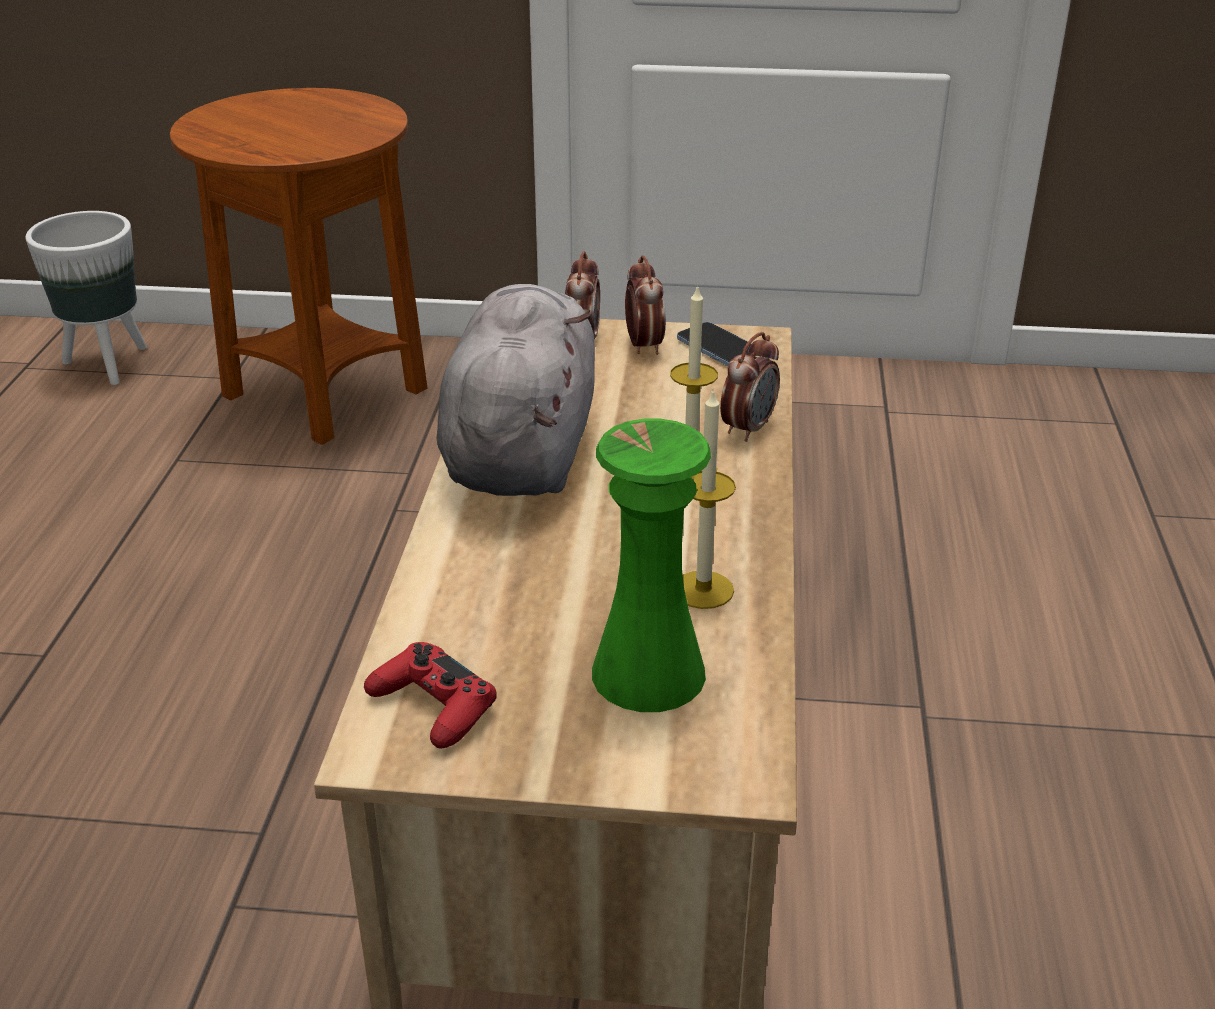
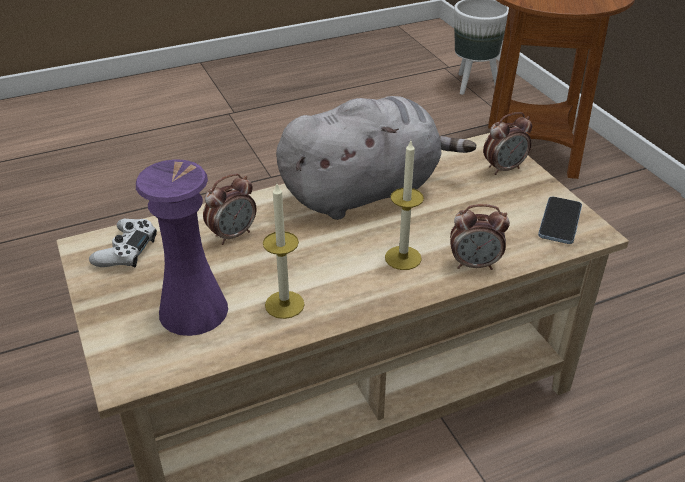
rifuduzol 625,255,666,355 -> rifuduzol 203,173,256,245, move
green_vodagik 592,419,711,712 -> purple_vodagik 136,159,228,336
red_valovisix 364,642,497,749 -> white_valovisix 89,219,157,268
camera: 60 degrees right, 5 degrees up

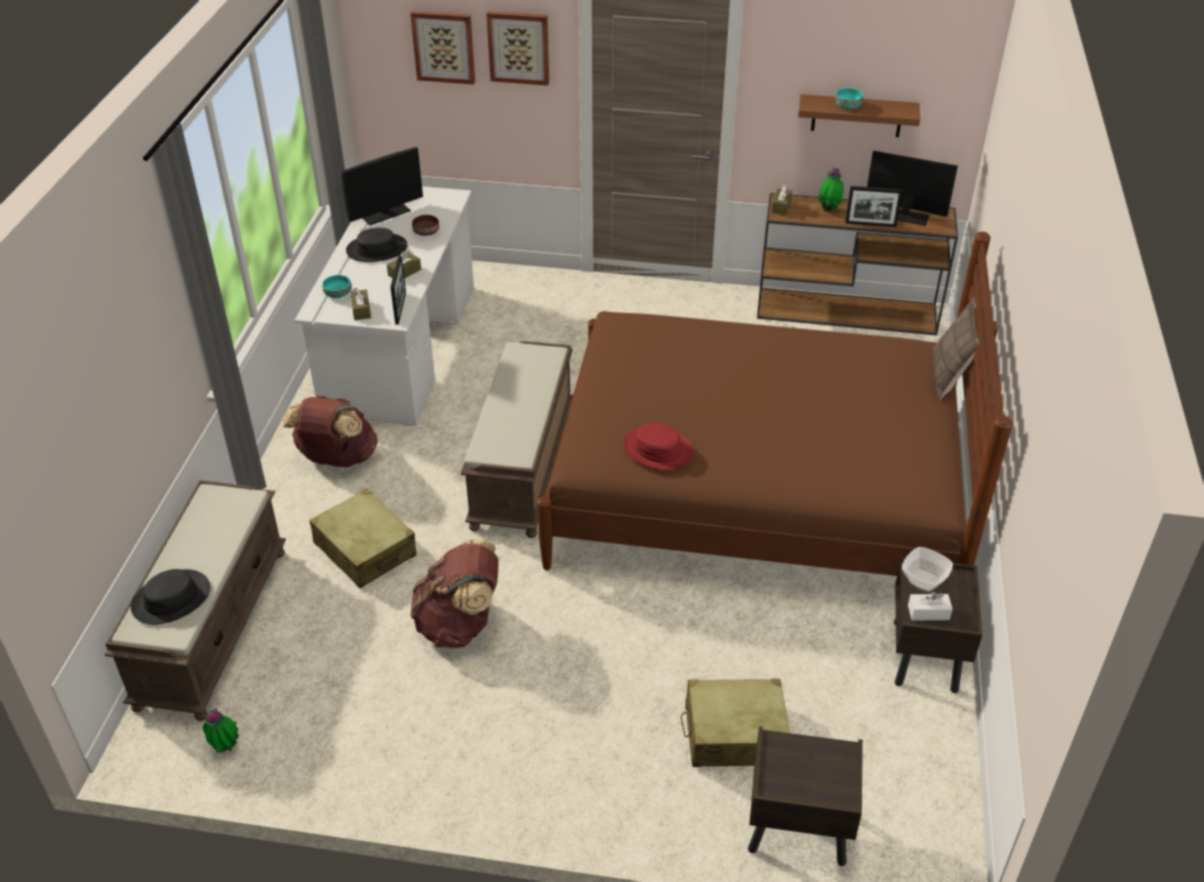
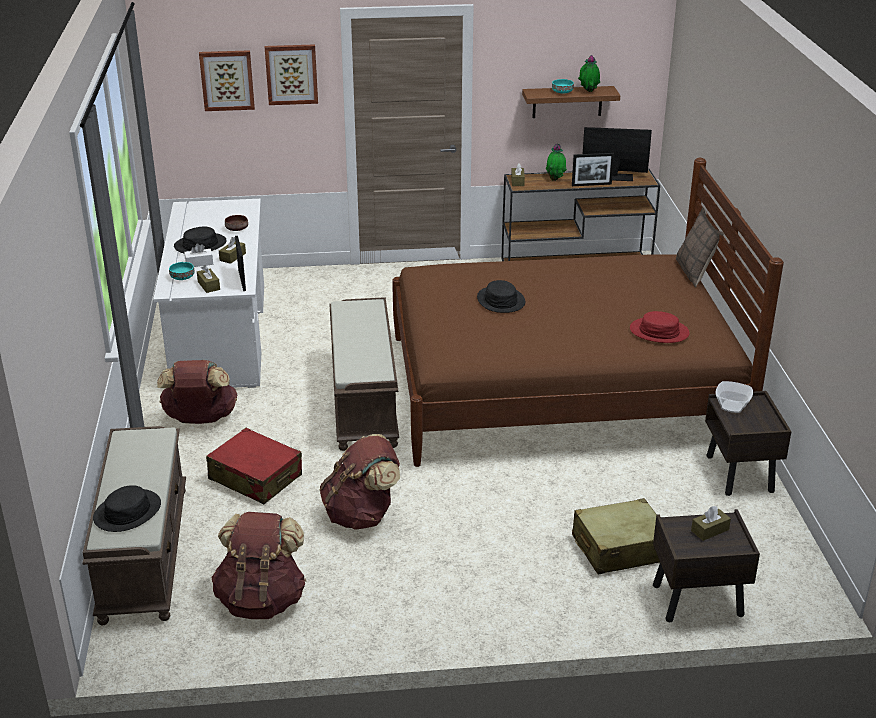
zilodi 342,147,423,225 -> none
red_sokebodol 623,423,694,470 -> red_sokebodol 630,311,690,343, move
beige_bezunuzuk 309,489,416,588 -> red_bezunuzuk 206,428,302,504
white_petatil 908,592,953,621 -> white_petatil 184,243,213,267, move
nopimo 203,708,239,753 -> nopimo 578,55,600,92, move
none -> black_sokebodol 477,280,525,313
none -> brown_petatil 691,506,731,541
none -> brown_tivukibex 212,512,306,619
camera: 15 degrees left, 10 degrees down

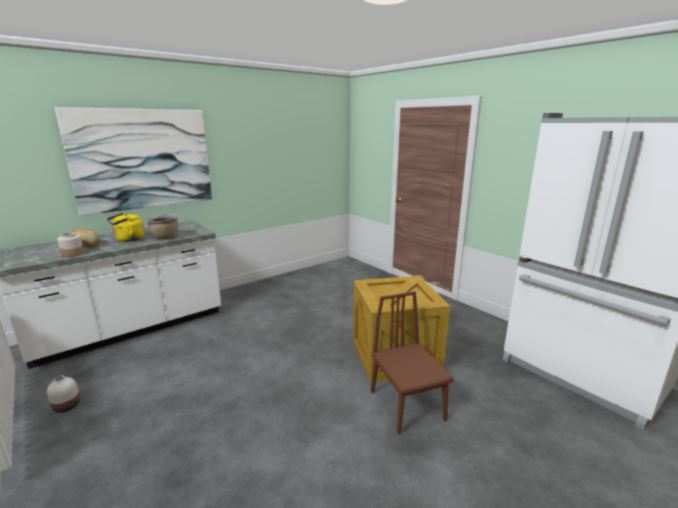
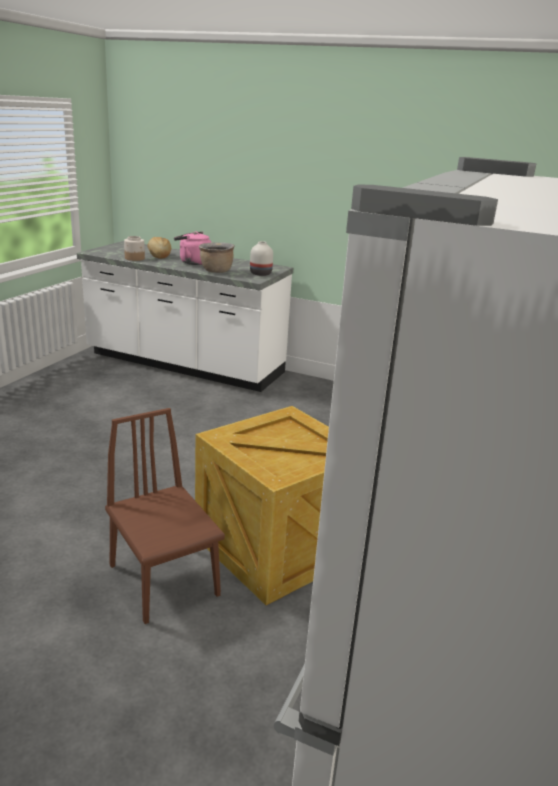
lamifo 55,107,212,216 -> none
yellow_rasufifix 107,213,145,242 -> pink_rasufifix 174,232,211,265
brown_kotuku 371,291,454,435 -> brown_kotuku 105,408,225,624, 75 degrees counterclockwise
white_vodagik 47,376,80,413 -> white_vodagik 250,241,273,276, move
camera: 60 degrees right, 5 degrees up

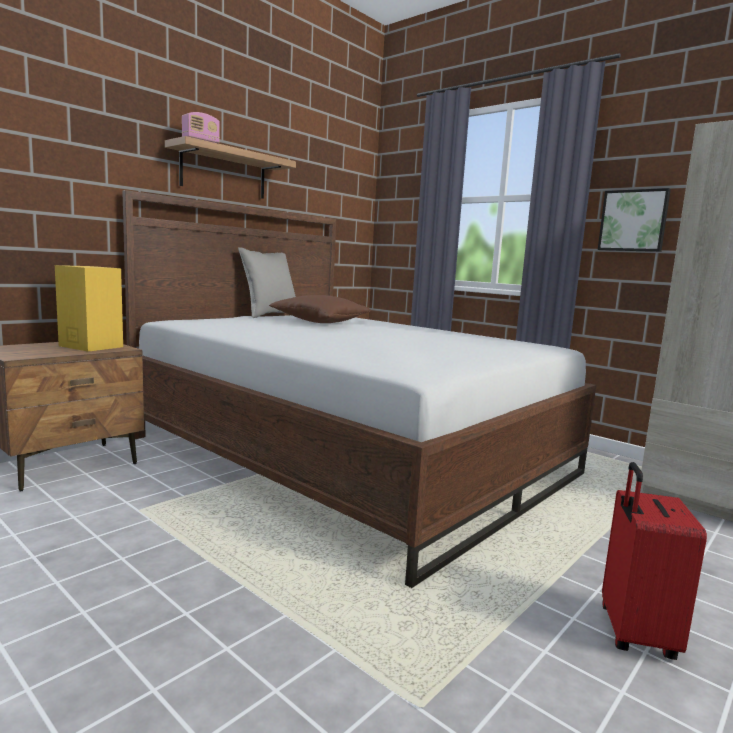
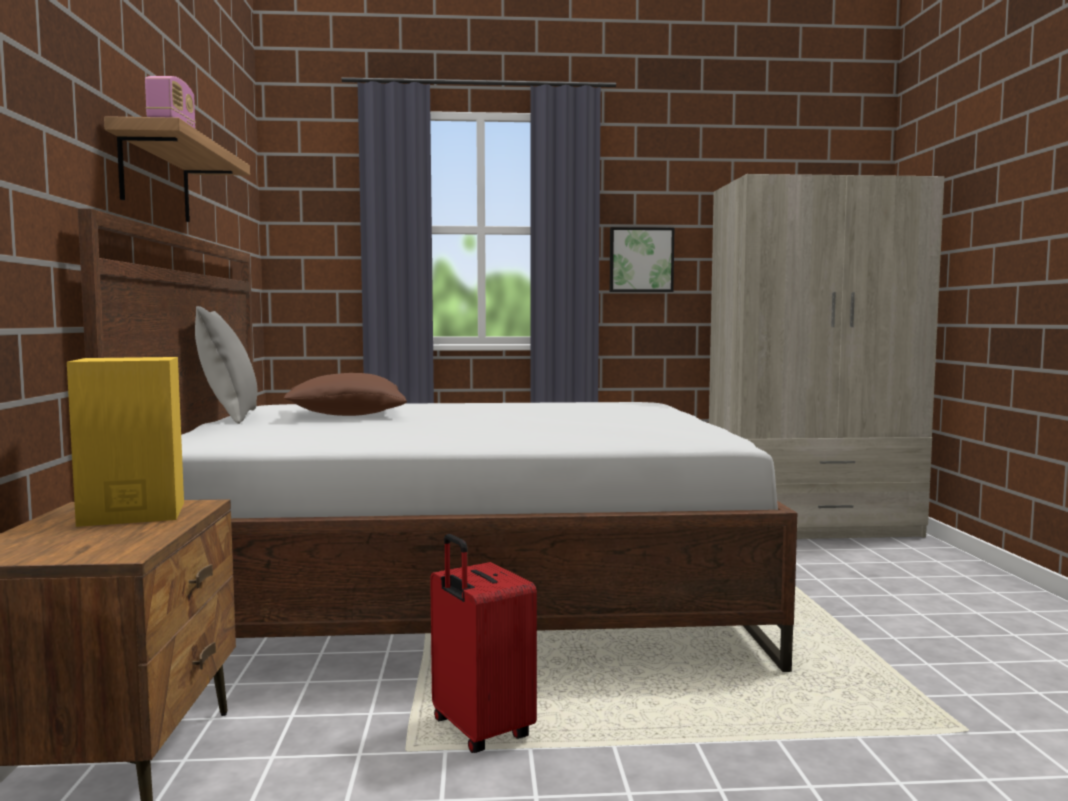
red_bezunuzuk 602,462,707,660 -> red_bezunuzuk 430,534,537,753, move
camera: 45 degrees left, 5 degrees down

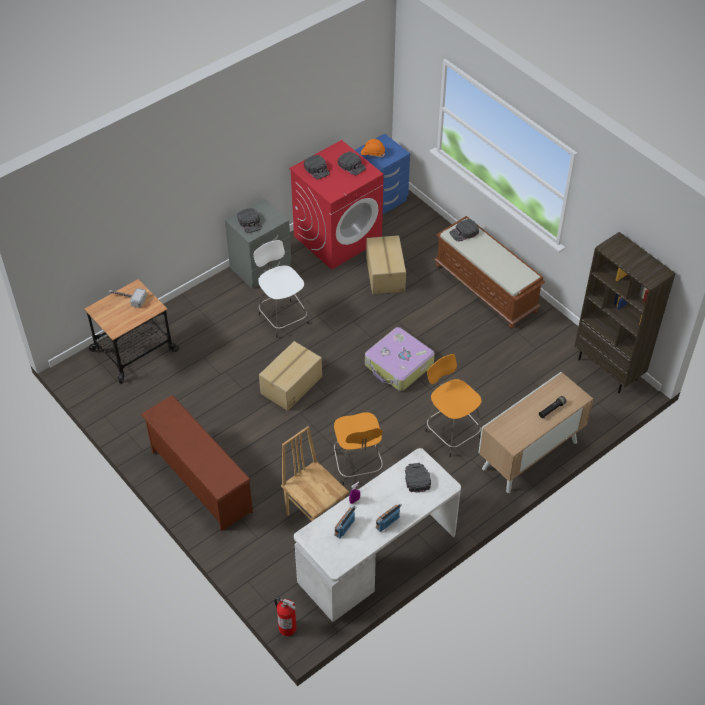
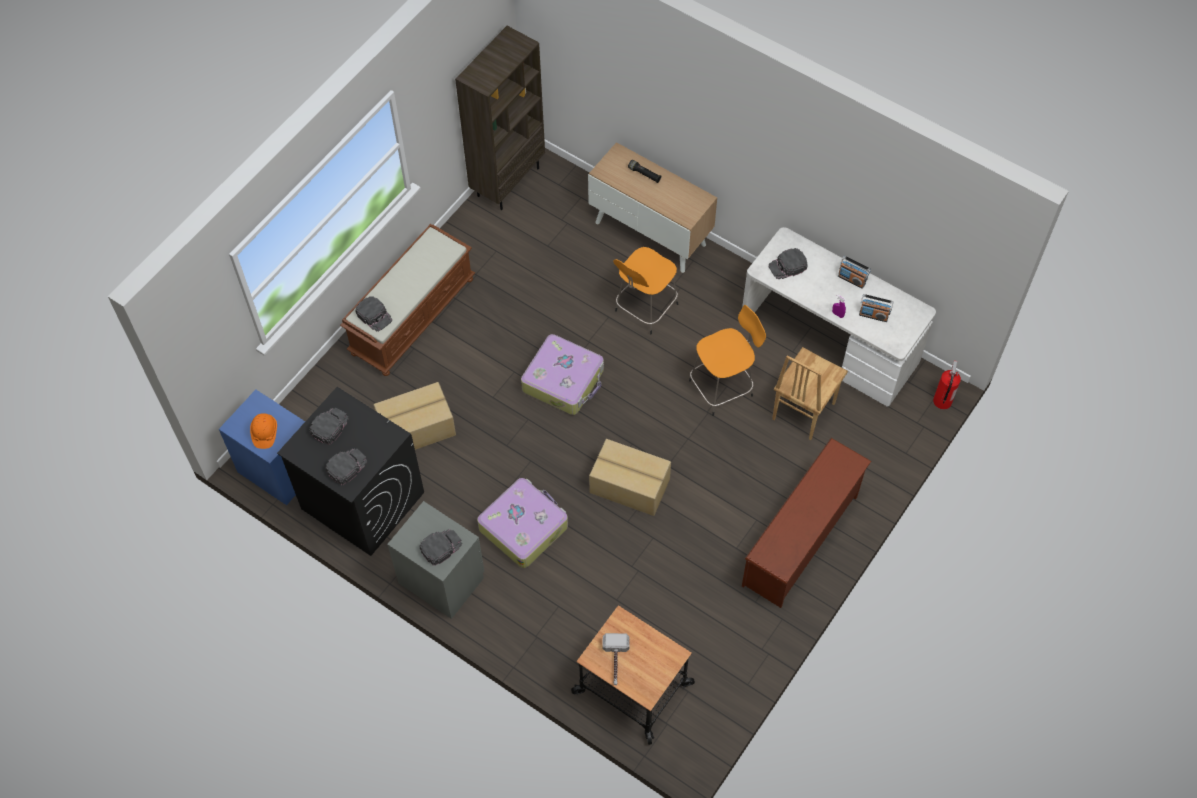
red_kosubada 289,140,384,270 -> black_kosubada 277,387,424,556
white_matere 254,240,309,338 -> bezunuzuk 477,478,568,568
camera: 105 degrees left, 10 degrees up

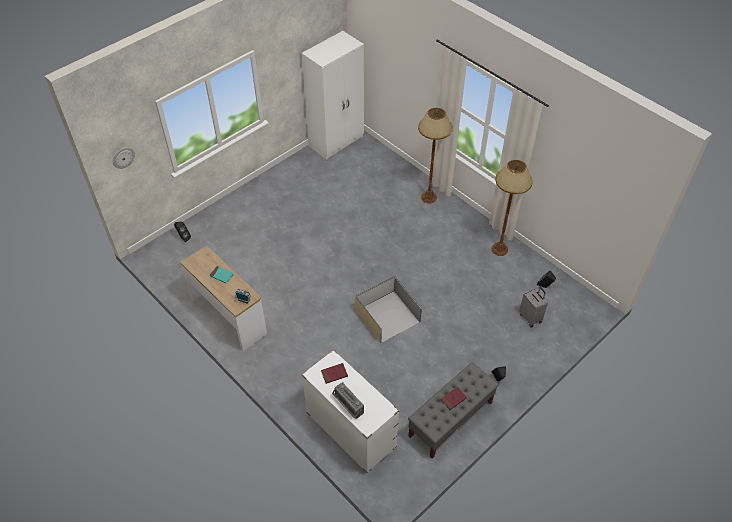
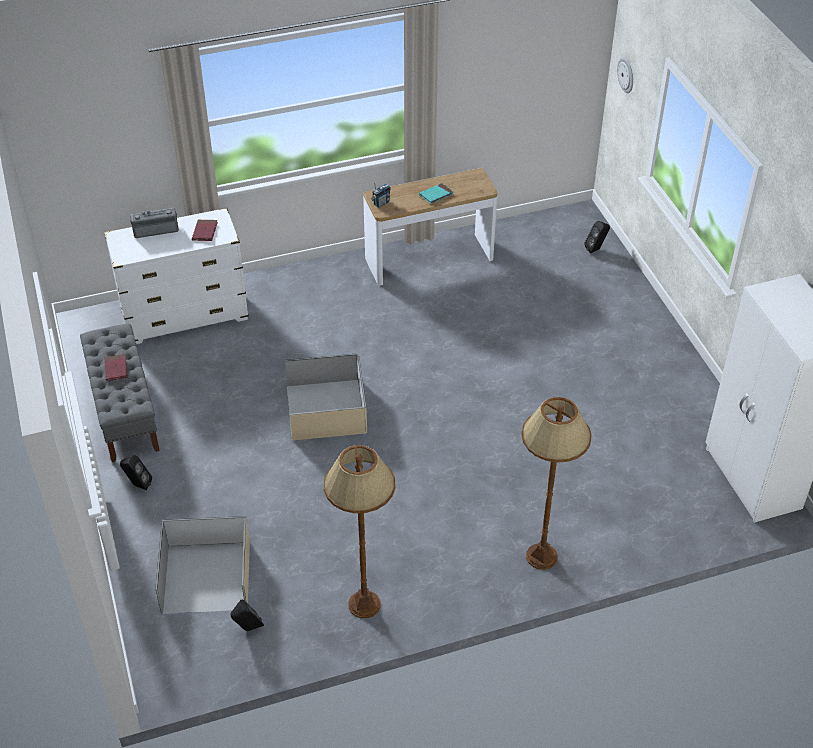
grey_bezunuzuk 519,287,548,328 -> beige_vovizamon 155,516,250,614
camera: 115 degrees right, 5 degrees down

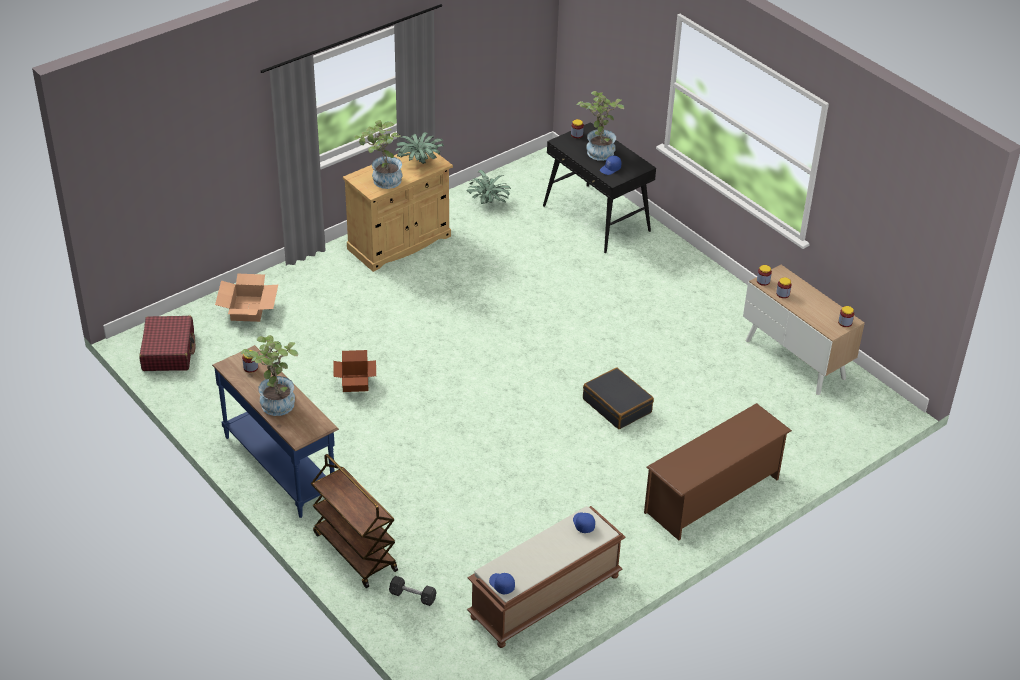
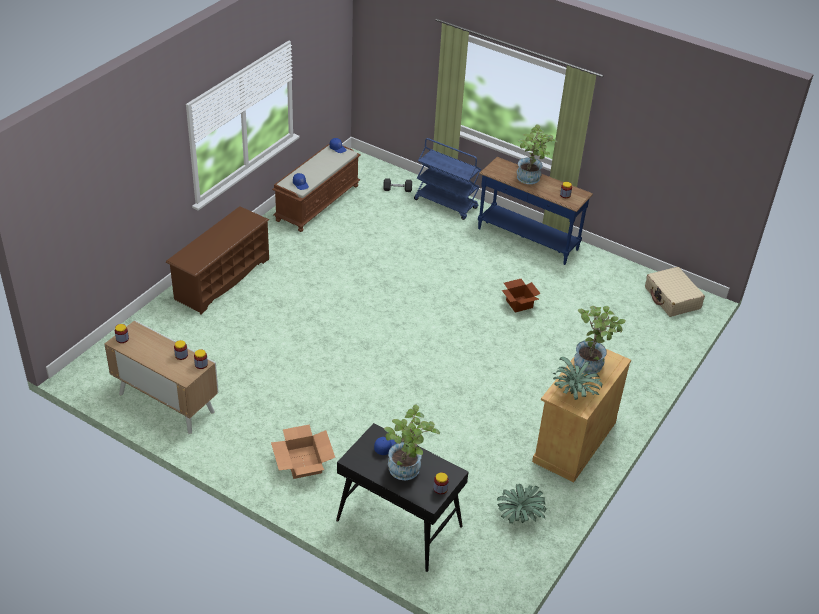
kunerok 215,274,278,322 -> kunerok 271,424,335,479, move
red_bezunuzuk 139,316,195,371 -> beige_bezunuzuk 645,267,705,317
black_bezunuzuk 583,367,654,429 -> none
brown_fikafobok 311,454,398,588 -> blue_fikafobok 414,138,481,220
camera: 160 degrees right, 0 degrees up

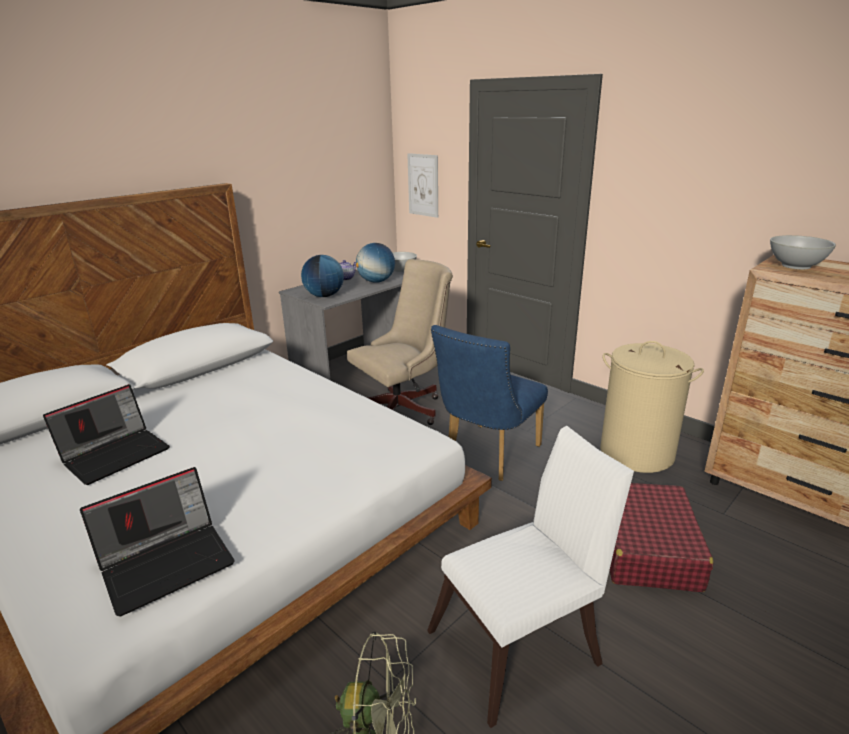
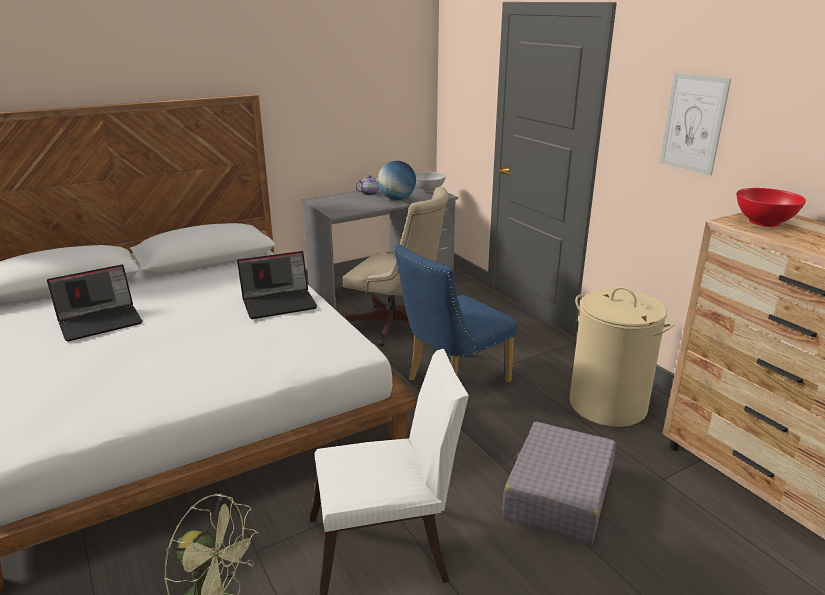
lamifo 407,153,438,218 -> lamifo 659,73,731,175, move
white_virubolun 770,235,836,269 -> red_virubolun 737,188,806,227
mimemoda 301,255,344,297 -> none
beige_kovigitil 347,259,453,425 -> beige_kovigitil 342,187,449,346, 45 degrees clockwise
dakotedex 80,467,235,616 -> dakotedex 237,251,317,319, move
red_bezunuzuk 610,483,713,592 -> grey_bezunuzuk 502,421,616,545
camera: 15 degrees right, 0 degrees up

